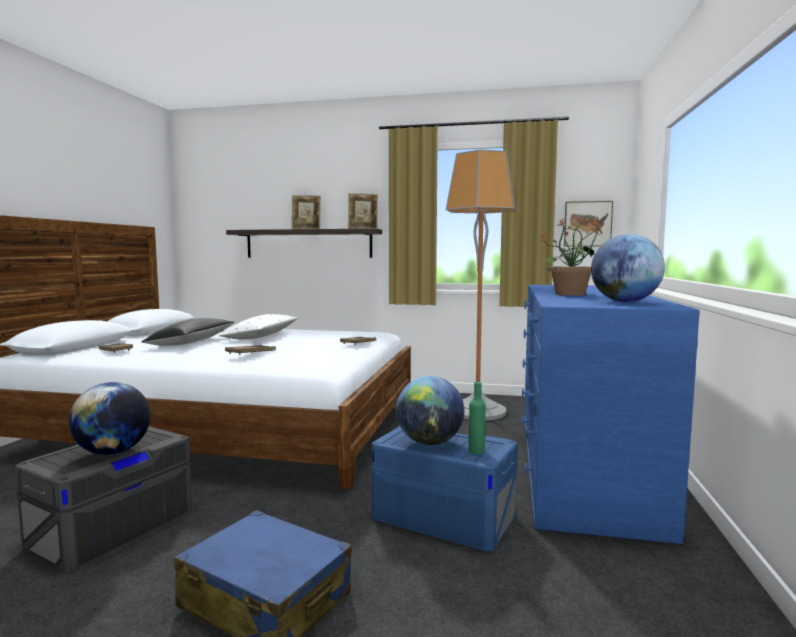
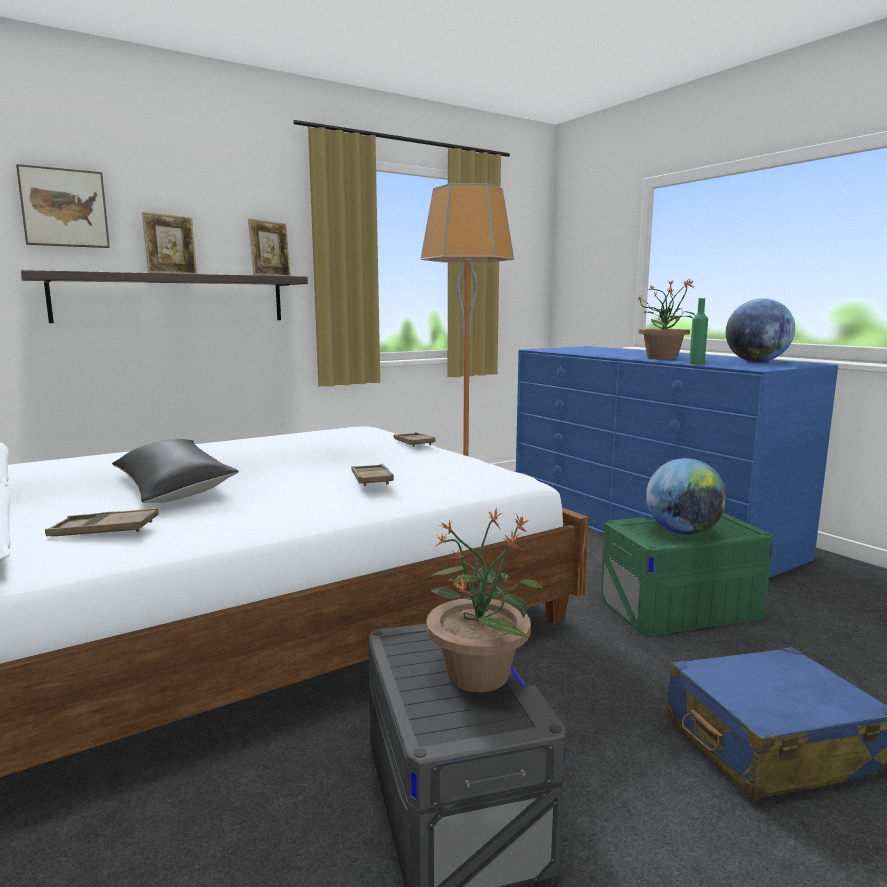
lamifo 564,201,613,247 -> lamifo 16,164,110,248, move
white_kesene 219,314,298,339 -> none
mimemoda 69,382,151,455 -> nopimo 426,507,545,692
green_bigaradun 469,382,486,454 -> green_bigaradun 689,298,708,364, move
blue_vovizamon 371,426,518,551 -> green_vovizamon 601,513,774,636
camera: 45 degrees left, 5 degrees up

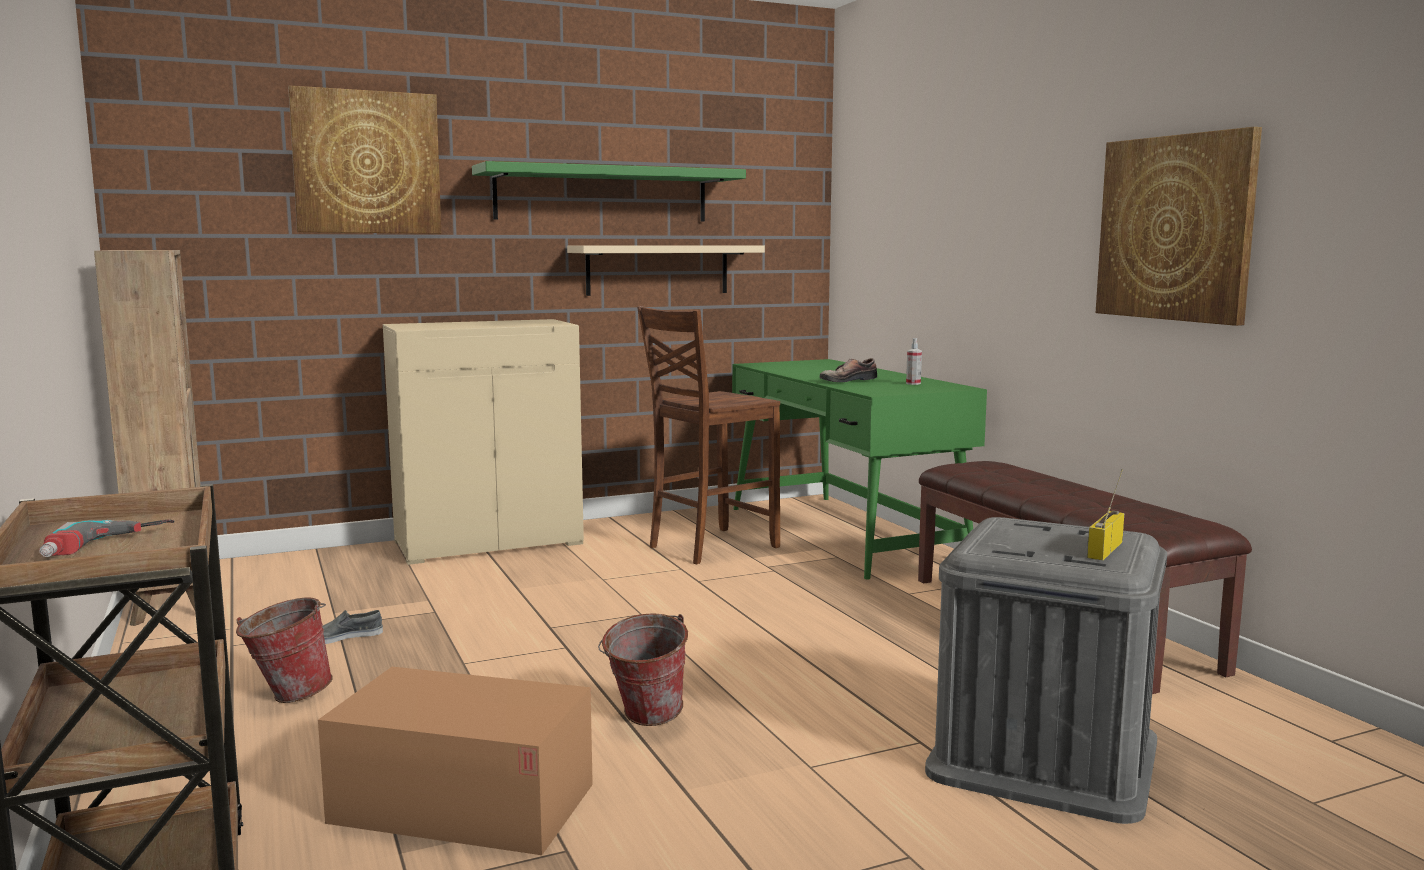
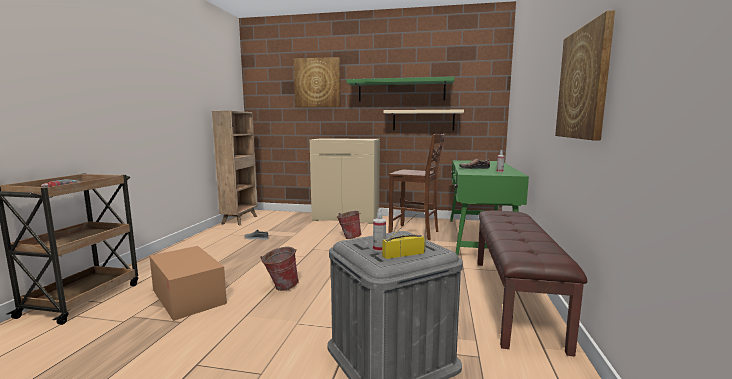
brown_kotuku 637,306,780,564 -> brown_kotuku 389,133,445,240, 150 degrees counterclockwise
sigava 236,597,333,703 -> sigava 337,211,361,239, move
none -> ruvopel 373,209,386,252
camera: 35 degrees right, 0 degrees up

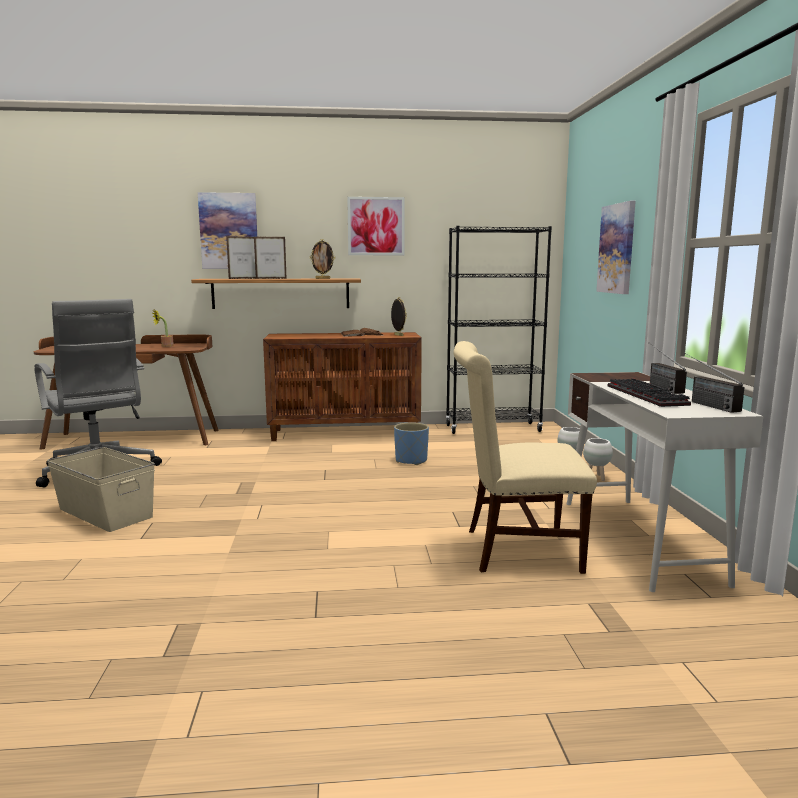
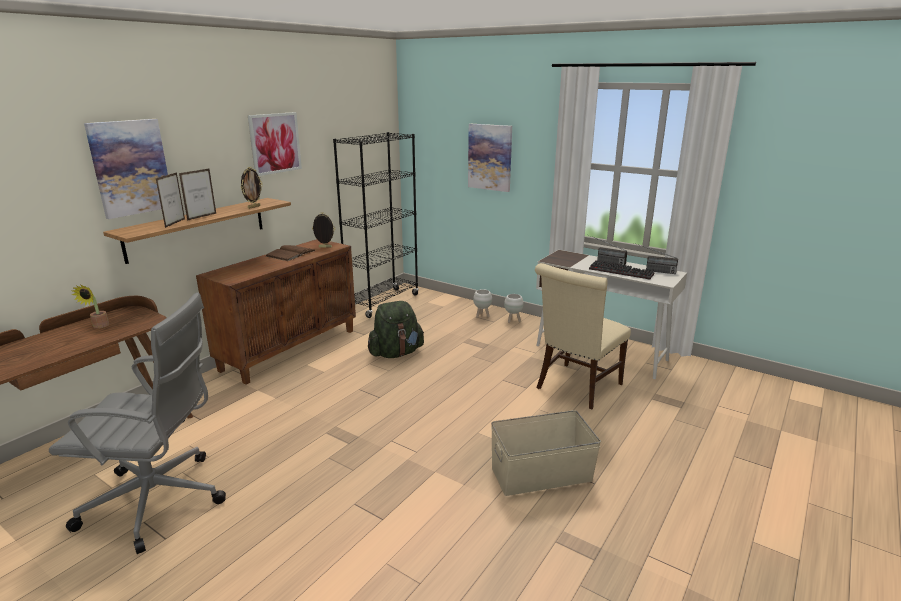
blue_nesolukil 394,422,429,465 -> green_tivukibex 368,301,424,358
beige_vovizamon 47,447,155,532 -> beige_vovizamon 491,410,601,496, move
camera: 50 degrees left, 10 degrees up

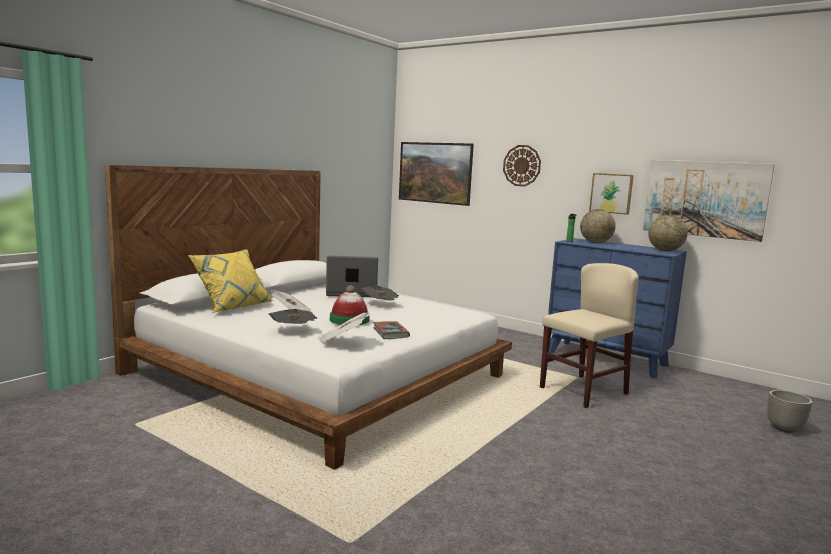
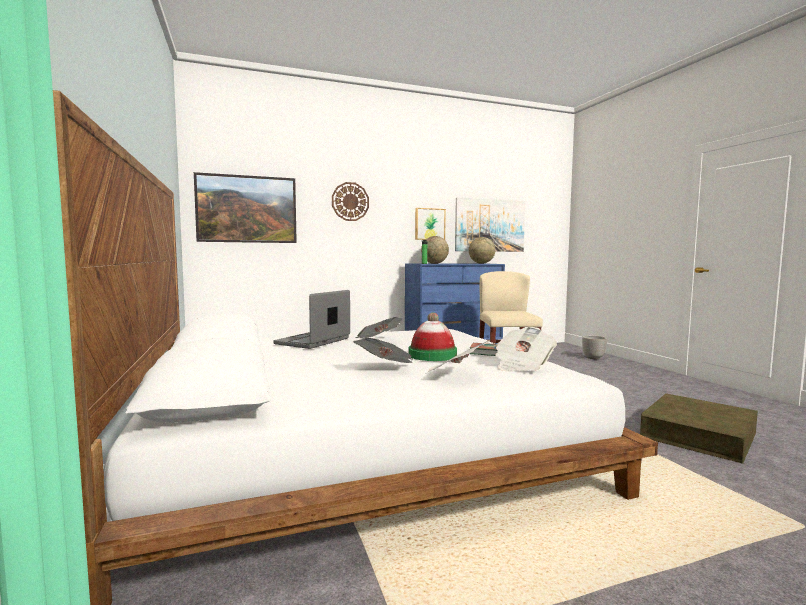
yellow_kesene 188,249,273,313 -> none
none -> brown_vovizamon 640,393,758,464
camera: 55 degrees left, 5 degrees down

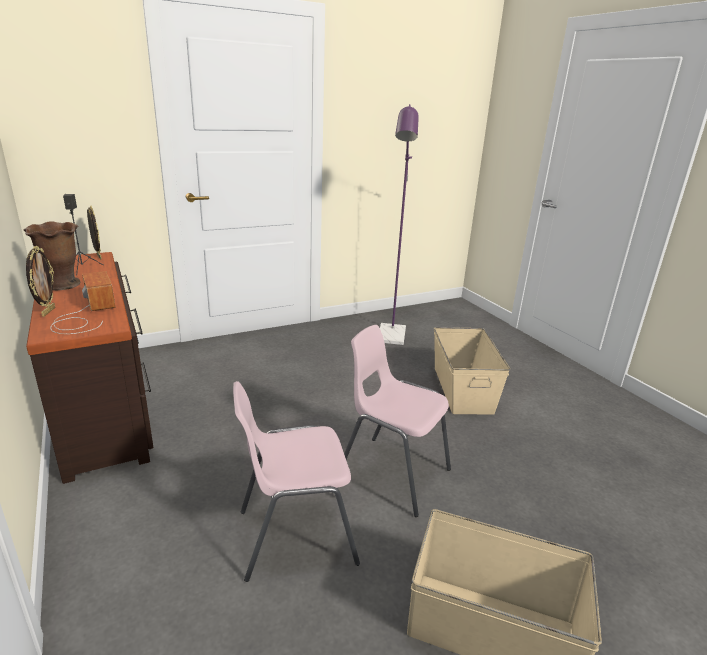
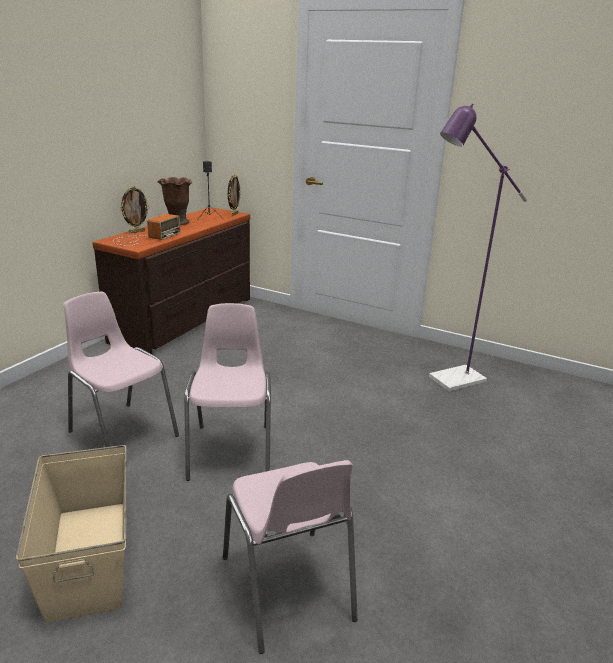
beige_vovizamon 434,327,510,415 -> none
none -> pink_kotuku 223,460,358,654
camera: 55 degrees right, 0 degrees up

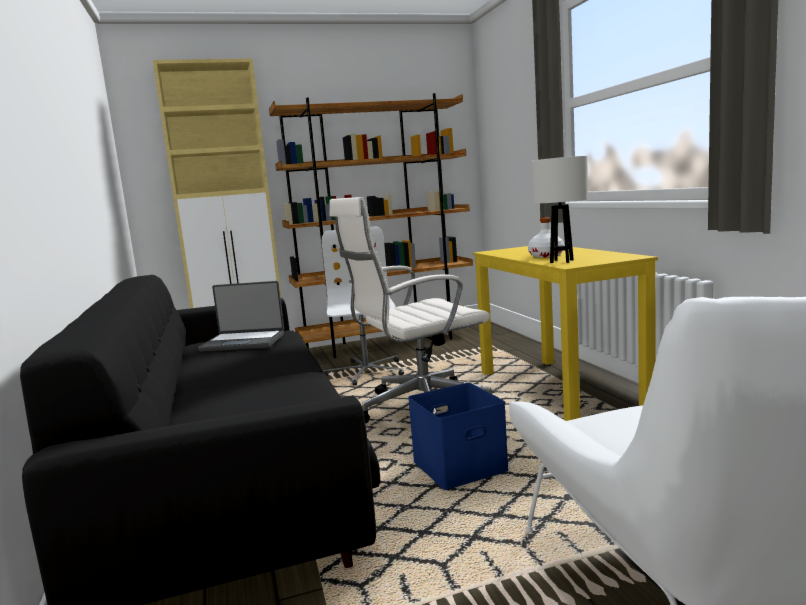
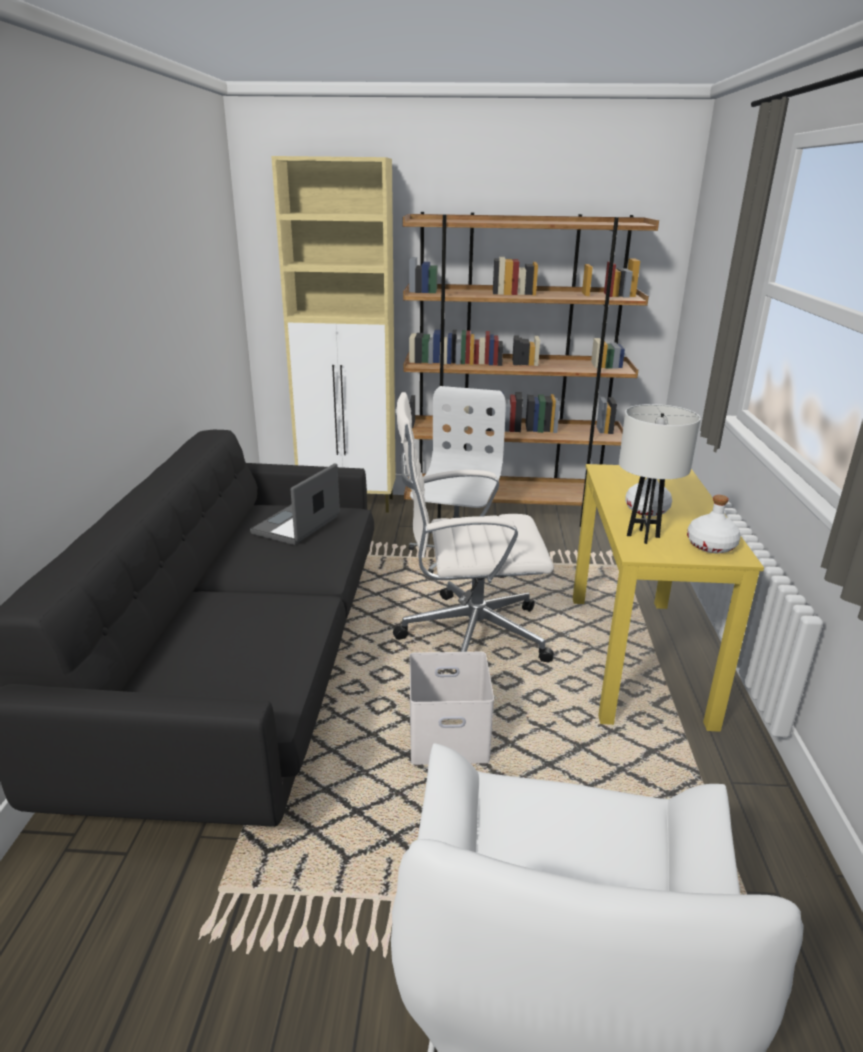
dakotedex 198,281,284,352 -> dakotedex 250,463,340,545, 90 degrees clockwise
blue_vovizamon 408,383,508,490 -> white_vovizamon 410,652,494,765
none -> white_bigaradun 687,495,741,553
camera: 20 degrees right, 15 degrees up

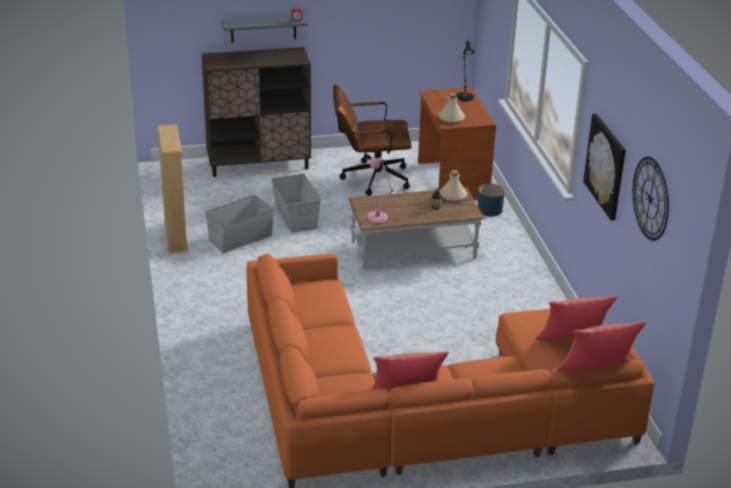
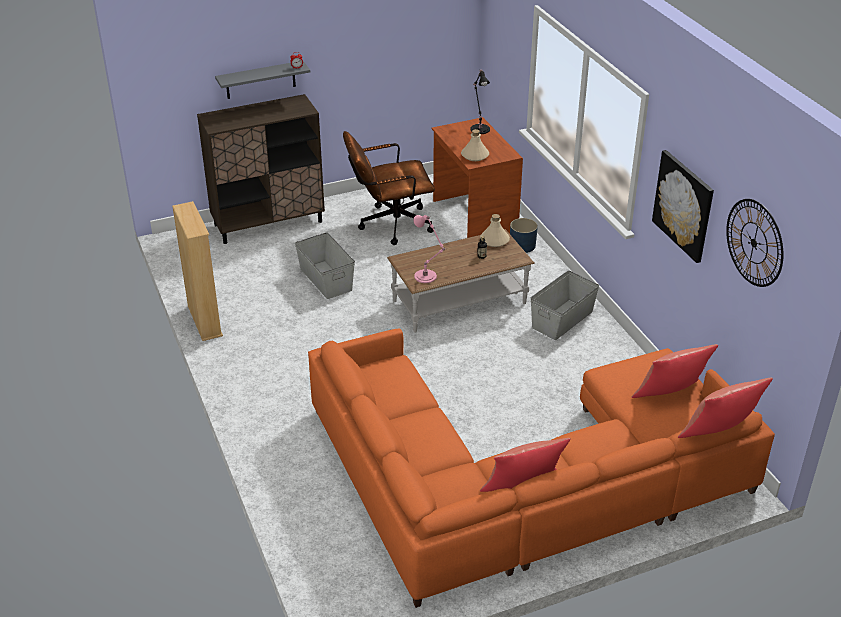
grey_vovizamon 205,195,274,253 -> grey_vovizamon 530,270,599,340, move
camera: 10 degrees left, 5 degrees up

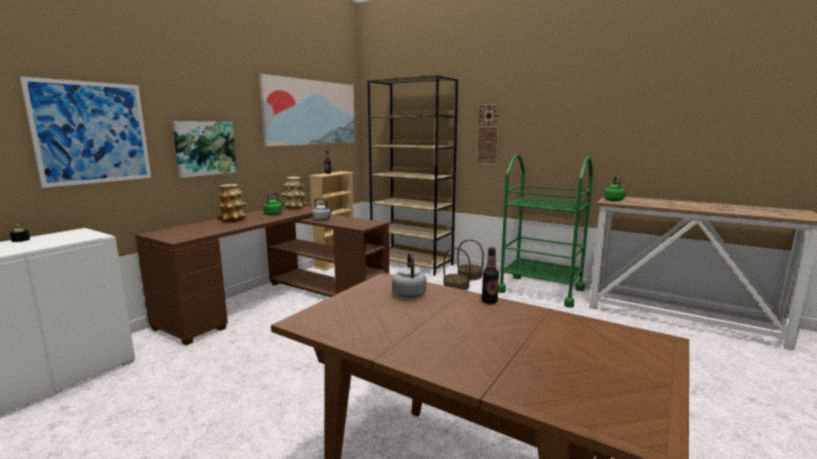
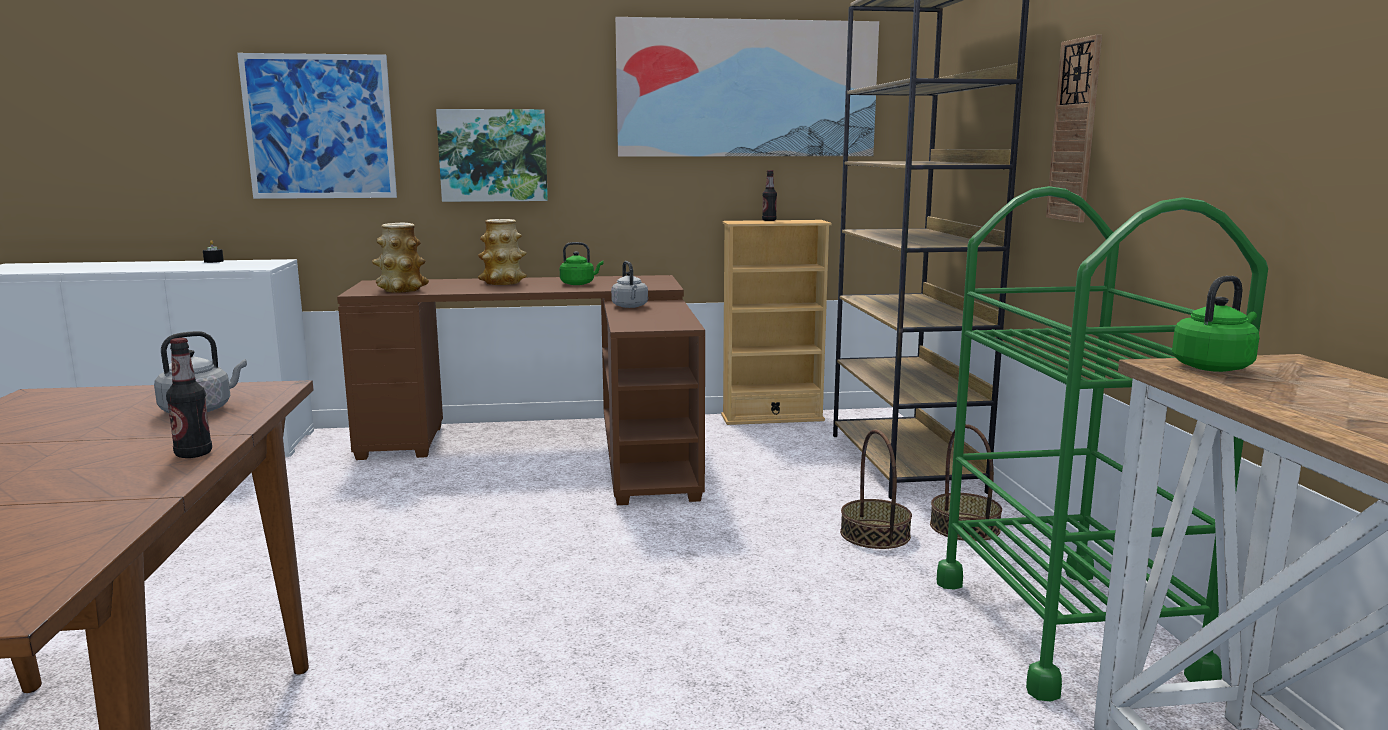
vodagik 281,177,307,210 -> vodagik 372,223,429,293, move
camera: 50 degrees right, 0 degrees up

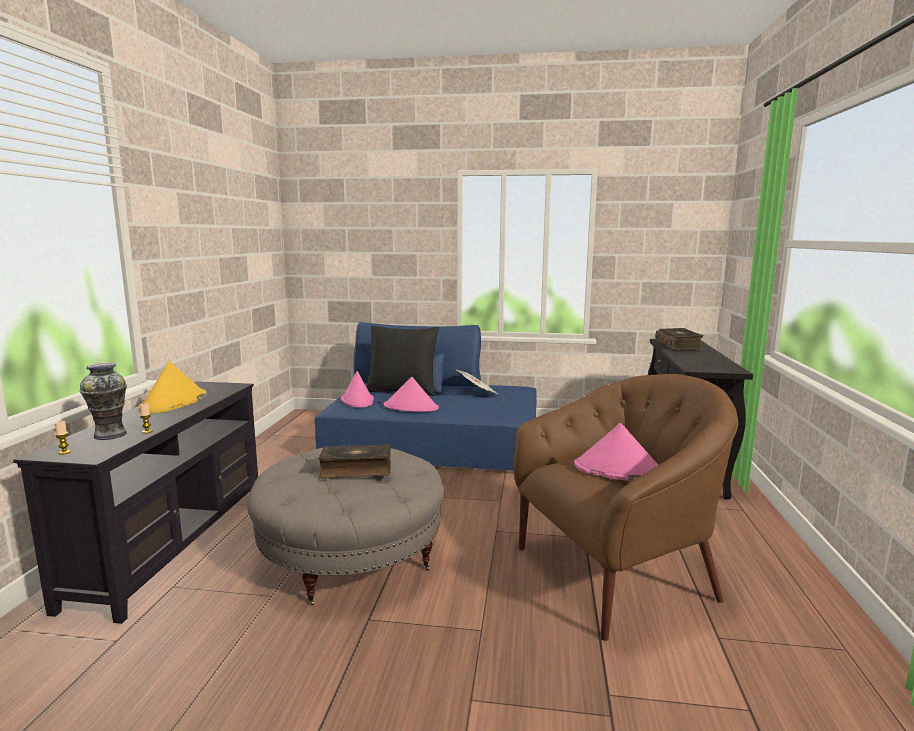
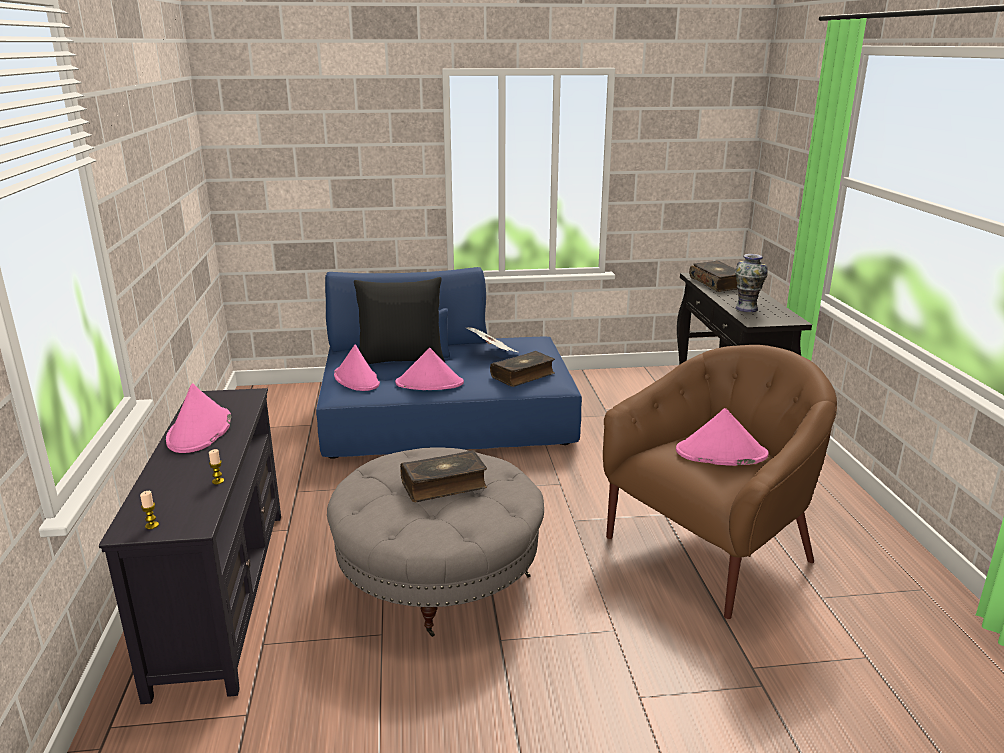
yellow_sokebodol 138,361,206,413 -> pink_sokebodol 166,383,231,453
vodagik 80,362,127,440 -> vodagik 735,254,768,312, move
none -> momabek 490,351,555,387
camera: 15 degrees left, 10 degrees up

